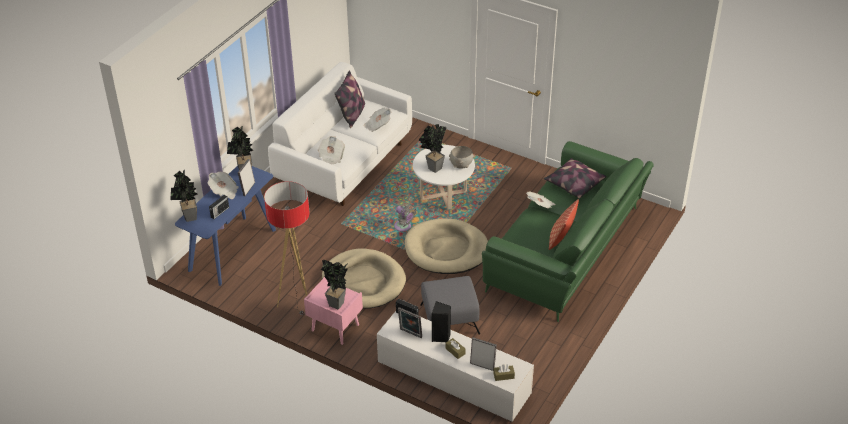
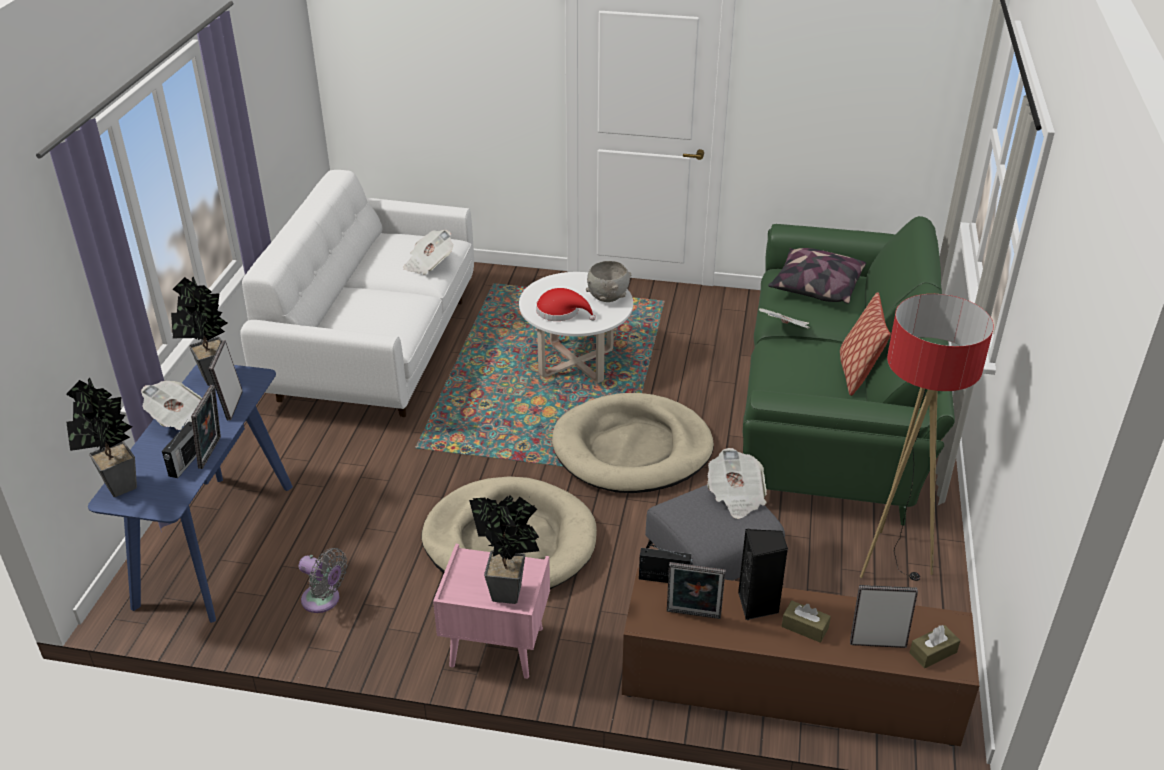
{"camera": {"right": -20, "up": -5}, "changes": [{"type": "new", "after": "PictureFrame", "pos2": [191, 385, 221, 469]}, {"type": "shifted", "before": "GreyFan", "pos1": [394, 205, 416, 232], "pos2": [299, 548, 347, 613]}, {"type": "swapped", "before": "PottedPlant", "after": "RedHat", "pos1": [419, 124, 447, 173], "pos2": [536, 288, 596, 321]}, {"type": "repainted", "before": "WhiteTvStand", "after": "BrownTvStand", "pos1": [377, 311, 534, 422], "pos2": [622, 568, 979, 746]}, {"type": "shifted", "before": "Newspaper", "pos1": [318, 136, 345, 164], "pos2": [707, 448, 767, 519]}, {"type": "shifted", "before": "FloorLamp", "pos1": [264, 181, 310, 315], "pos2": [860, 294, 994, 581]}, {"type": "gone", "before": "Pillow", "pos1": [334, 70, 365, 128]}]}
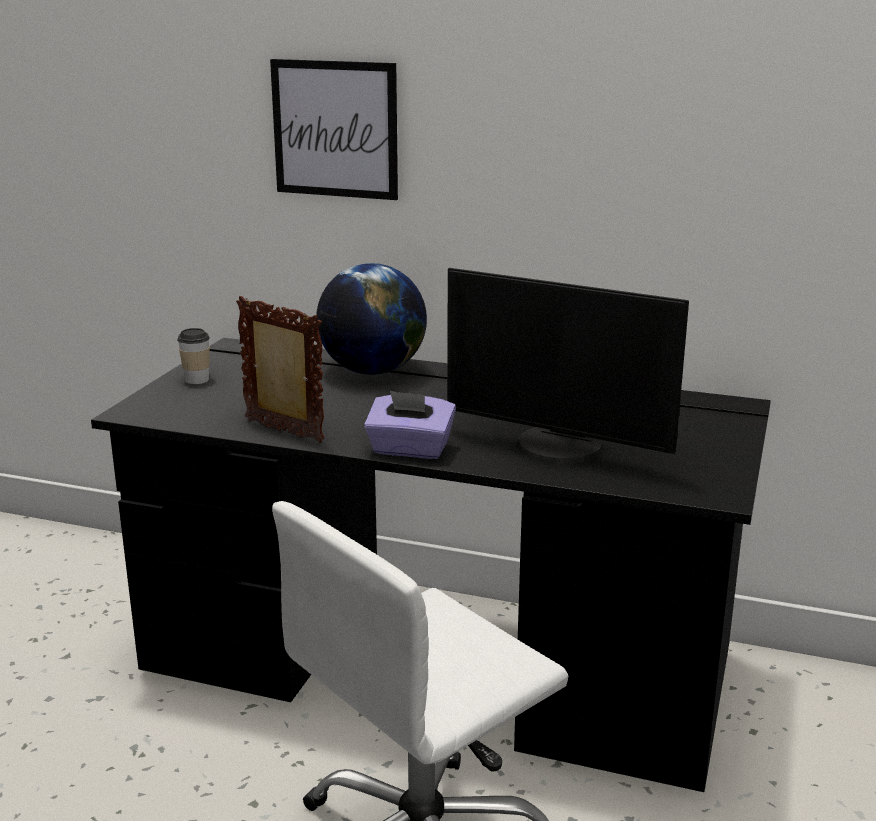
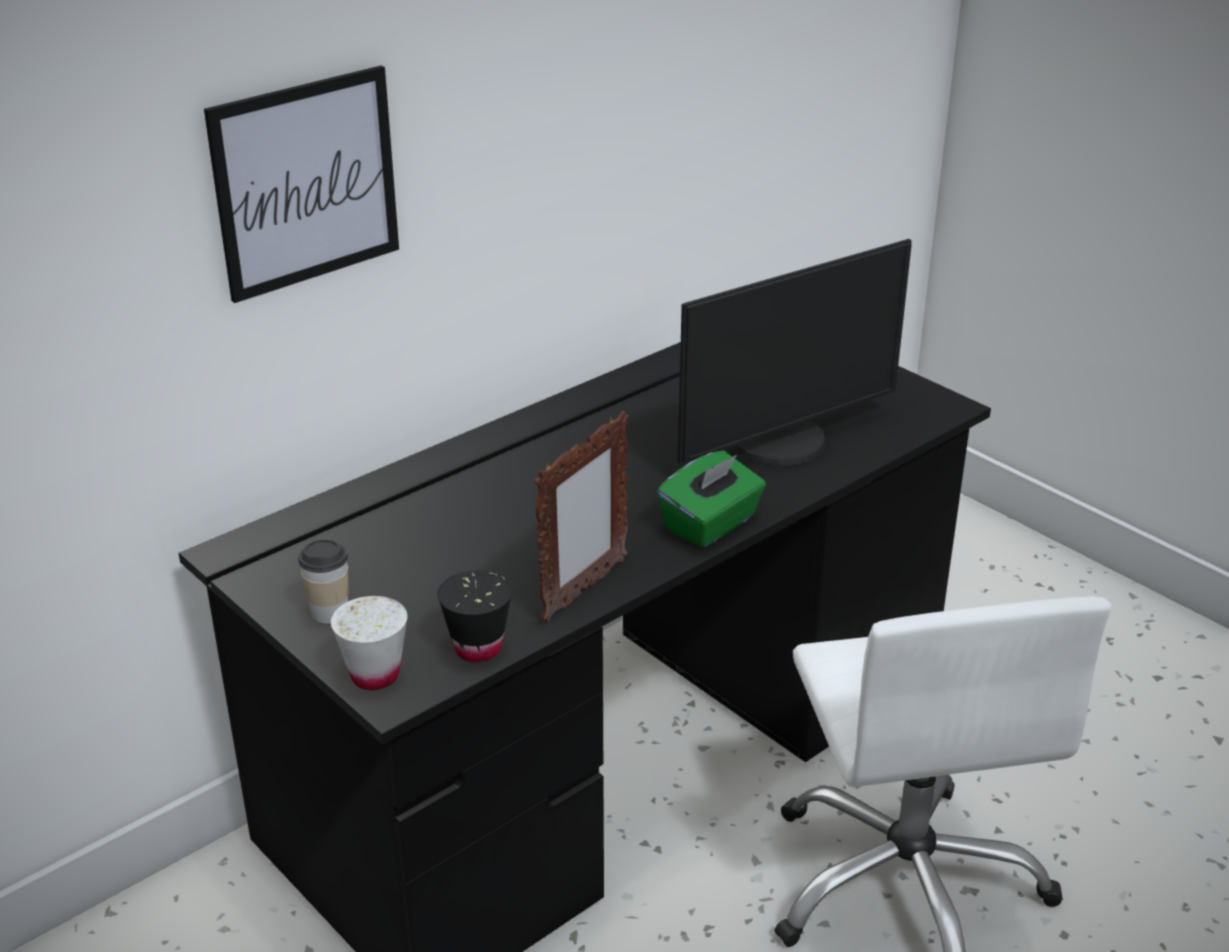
{"camera": {"right": -60, "up": 10}, "changes": [{"type": "new", "after": "WhiteCup", "pos2": [331, 596, 408, 690]}, {"type": "new", "after": "BlackCup", "pos2": [438, 570, 512, 662]}, {"type": "rotated", "before": "PictureFrame", "pos1": [236, 296, 324, 443], "pos2": [534, 411, 629, 622], "turn": 150}, {"type": "repainted", "before": "PurpleTissueBox", "after": "GreenTissueBox", "pos1": [364, 391, 456, 459], "pos2": [657, 451, 766, 548]}, {"type": "gone", "before": "Globe", "pos1": [316, 263, 427, 375]}]}
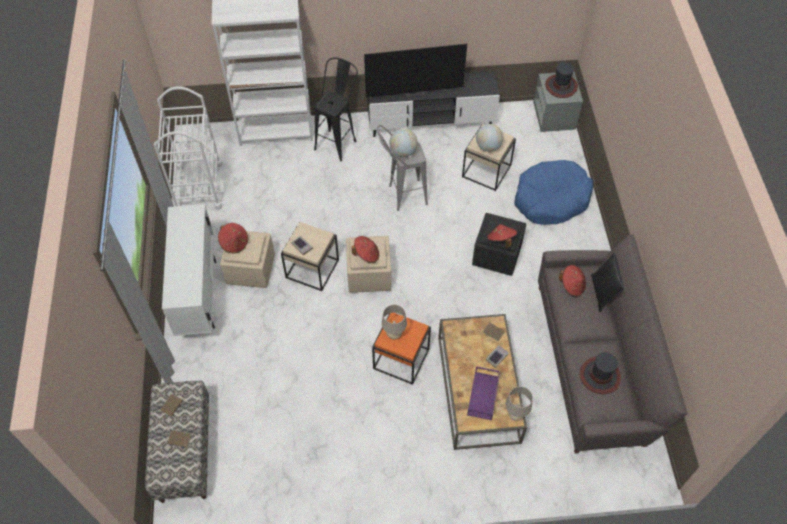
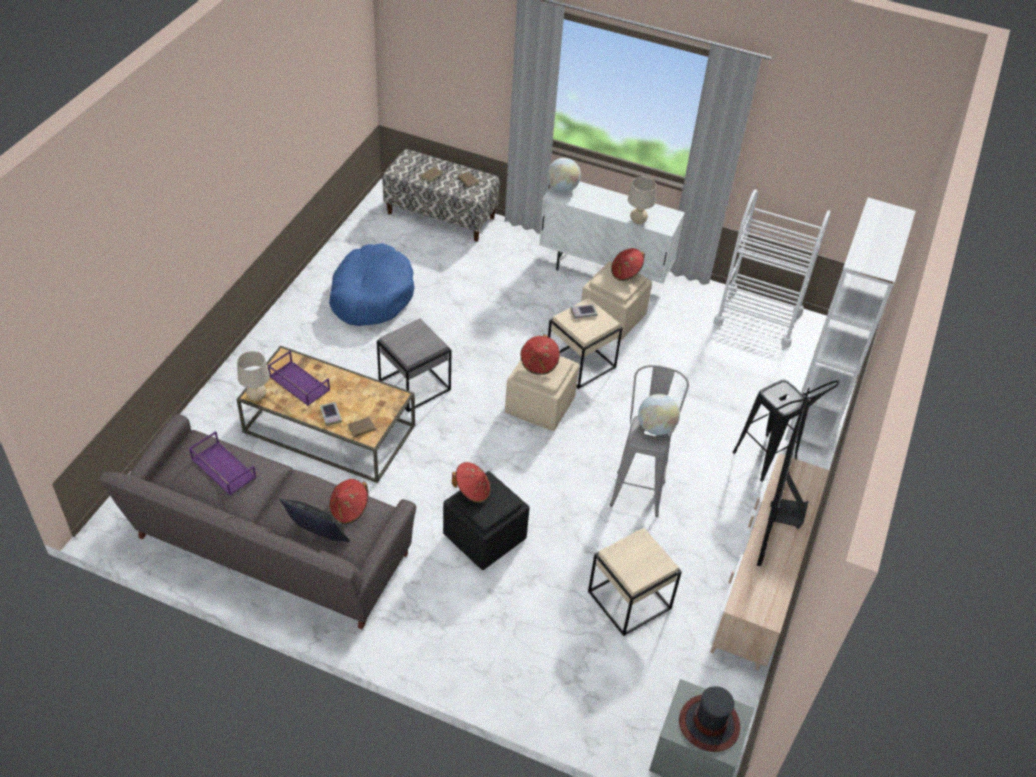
{"camera": {"right": 115, "up": -10}, "changes": [{"type": "swapped", "before": "Hat", "after": "PurpleTray", "pos1": [580, 352, 621, 394], "pos2": [189, 431, 257, 495]}, {"type": "shifted", "before": "BlueDogBed", "pos1": [514, 160, 593, 225], "pos2": [329, 243, 415, 326]}, {"type": "repainted", "before": "OrangeSideTable", "after": "GreySideTable", "pos1": [372, 313, 431, 385], "pos2": [377, 319, 451, 412]}, {"type": "shifted", "before": "Globe", "pos1": [476, 124, 504, 152], "pos2": [547, 158, 581, 192]}, {"type": "shifted", "before": "BeigeTableLamp", "pos1": [382, 305, 407, 339], "pos2": [628, 177, 656, 224]}, {"type": "repainted", "before": "BlackTvStand", "after": "BeigeTvStand", "pos1": [367, 71, 500, 137], "pos2": [710, 453, 829, 671]}]}
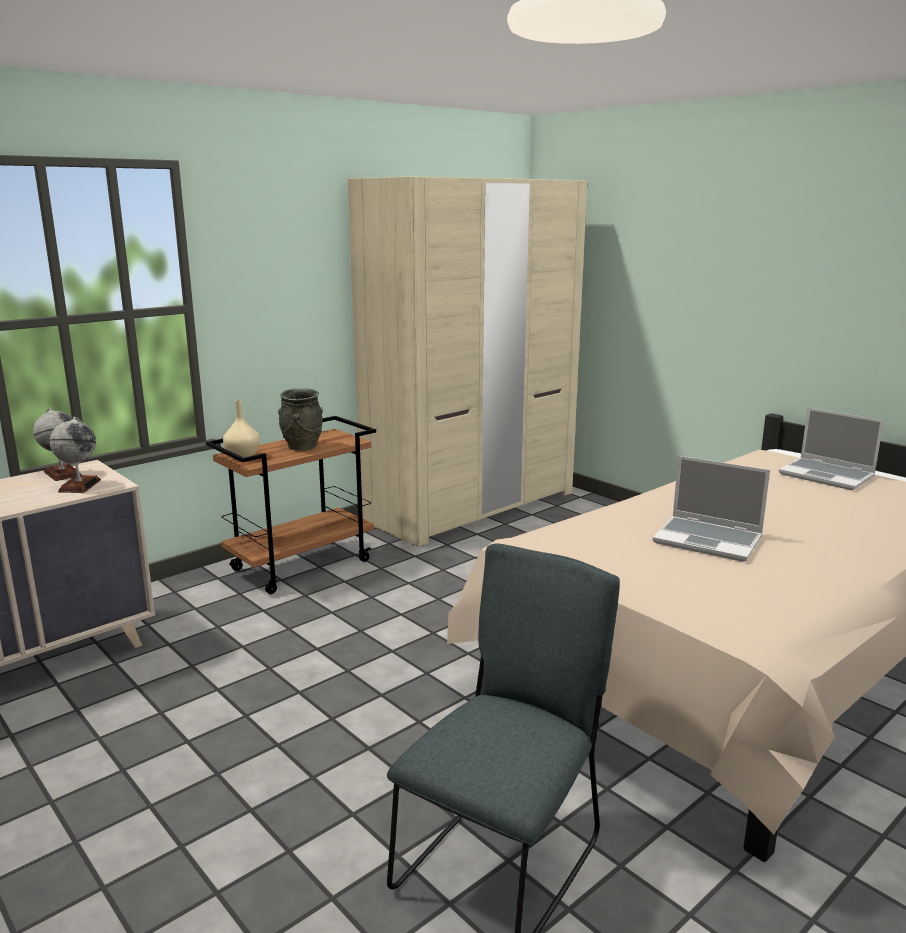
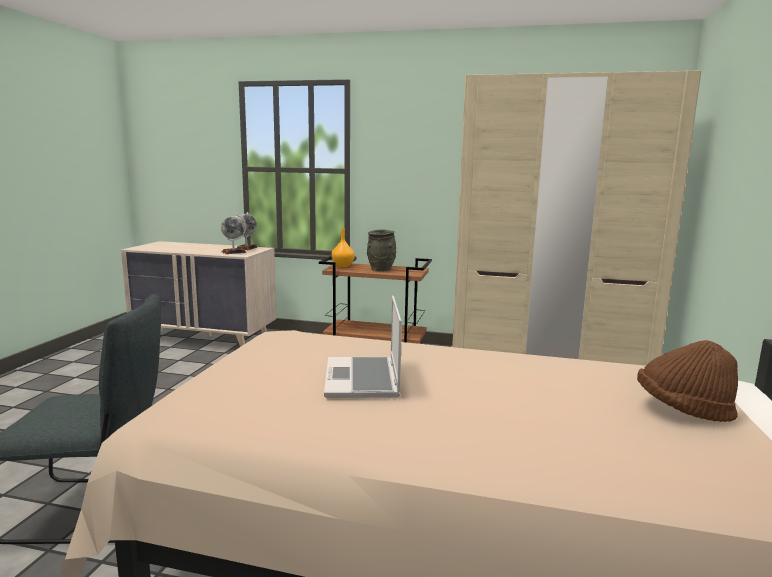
{"camera": {"right": 55, "up": -5}, "changes": [{"type": "repainted", "before": "BeigeVase", "after": "OrangeVase", "pos1": [223, 400, 260, 457], "pos2": [331, 228, 355, 267]}, {"type": "swapped", "before": "Laptop", "after": "BrownHat", "pos1": [779, 407, 884, 490], "pos2": [637, 340, 738, 422]}]}
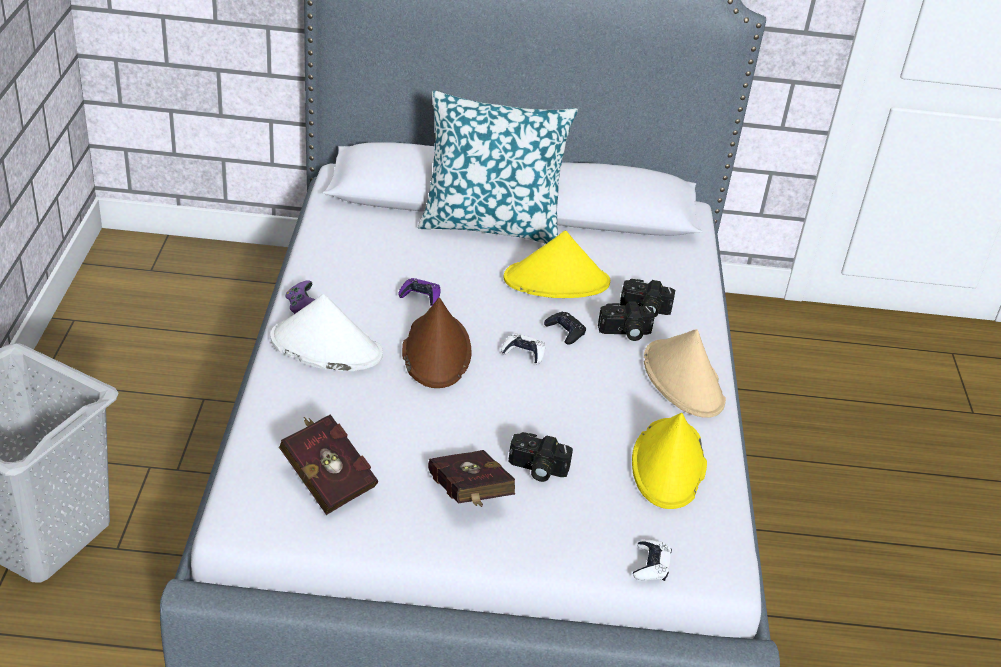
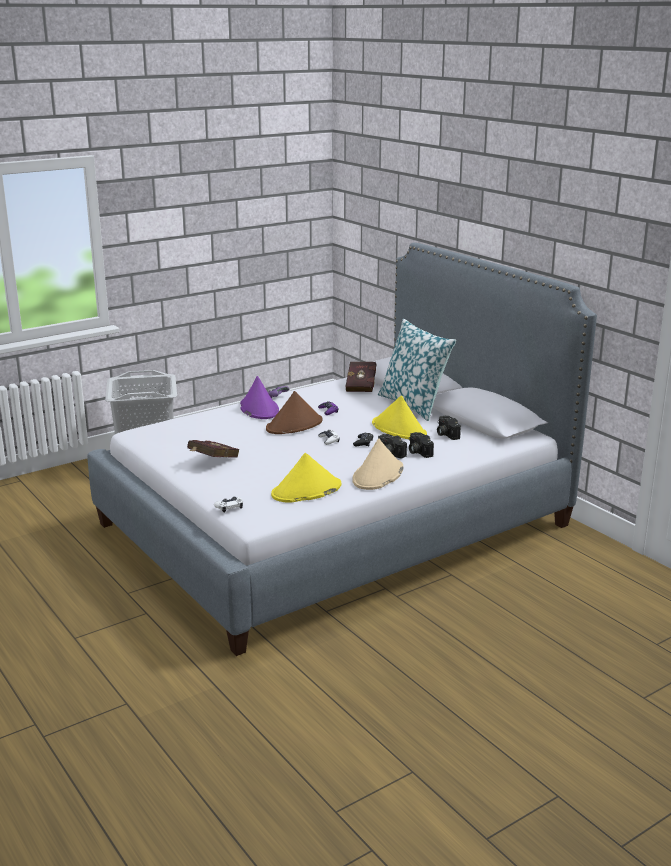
{"camera": {"right": 55, "up": -15}, "changes": [{"type": "repainted", "before": "WhiteHat", "after": "PurpleHat", "pos1": [270, 294, 383, 371], "pos2": [240, 376, 279, 419]}, {"type": "shifted", "before": "RedBook", "pos1": [279, 414, 378, 515], "pos2": [345, 362, 377, 392]}, {"type": "shifted", "before": "PhotoCamera", "pos1": [508, 432, 573, 482], "pos2": [437, 416, 461, 440]}]}
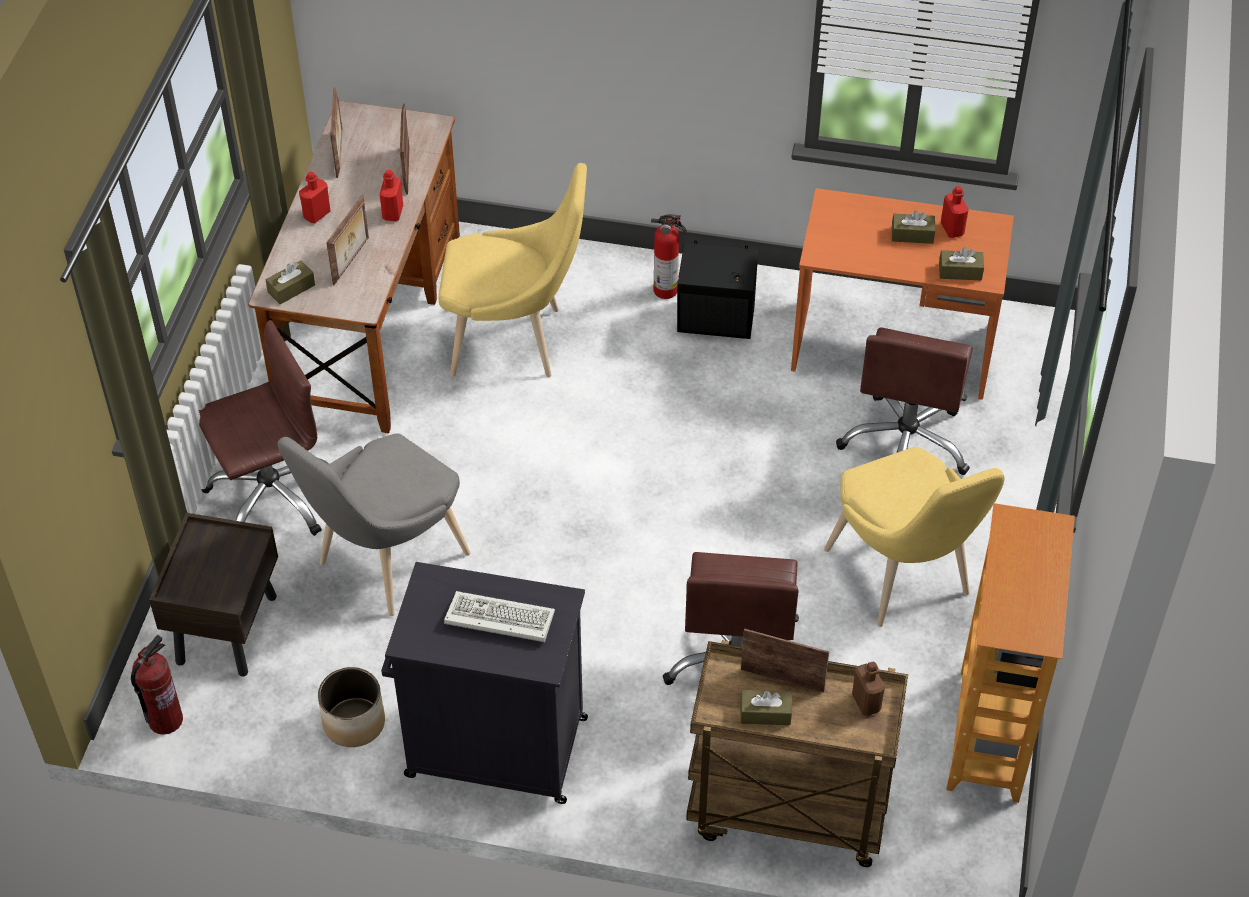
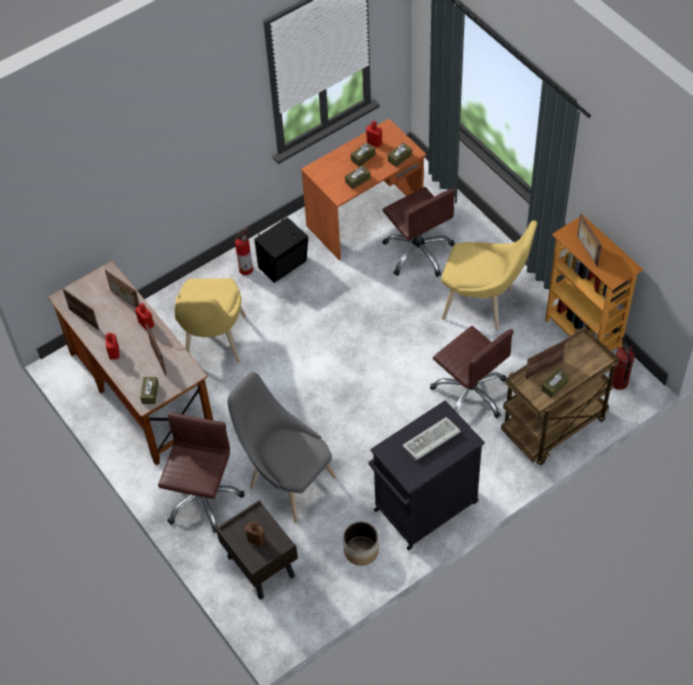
{"camera": {"right": -45, "up": 5}, "changes": [{"type": "rotated", "before": "YellowChair", "pos1": [438, 163, 587, 377], "pos2": [175, 278, 246, 363], "turn": 135}, {"type": "rotated", "before": "GreyChair", "pos1": [277, 433, 471, 616], "pos2": [227, 372, 336, 523], "turn": 135}, {"type": "shifted", "before": "BrownBottle", "pos1": [852, 662, 885, 716], "pos2": [245, 521, 265, 546]}, {"type": "new", "after": "BrownTissueBox", "pos2": [345, 165, 371, 189]}, {"type": "new", "after": "PictureFrame", "pos2": [577, 214, 602, 267]}, {"type": "shifted", "before": "FireExtinguisher", "pos1": [131, 635, 183, 735], "pos2": [612, 337, 635, 390]}]}
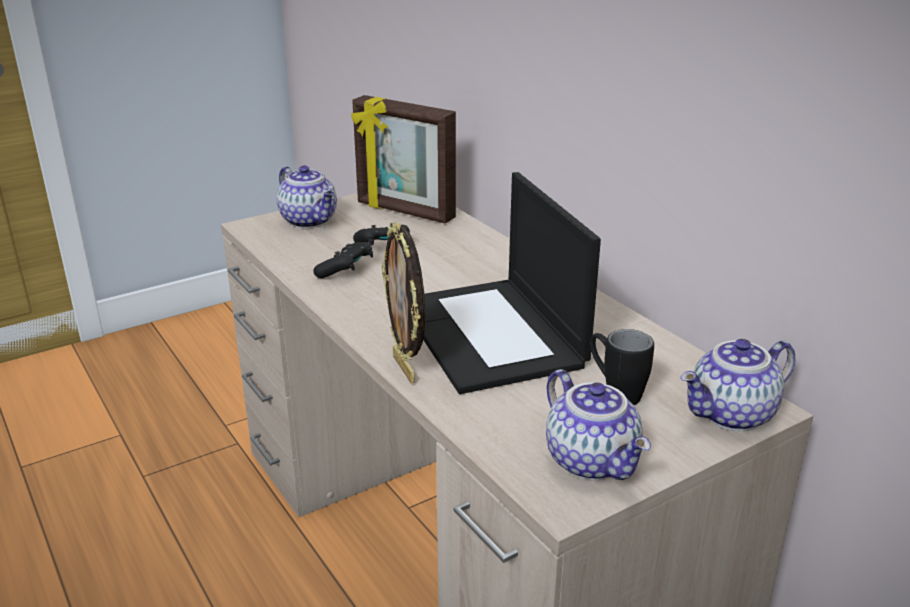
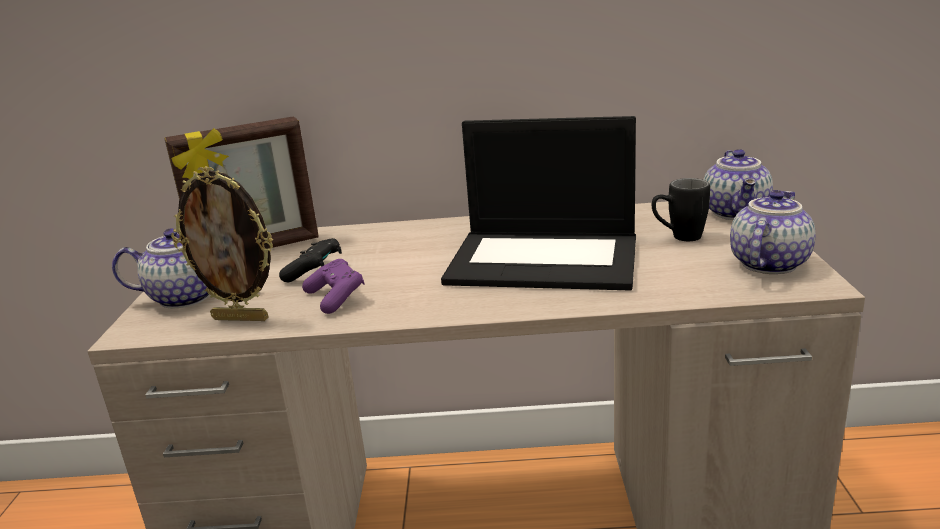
{"camera": {"right": -55, "up": -5}, "changes": [{"type": "shifted", "before": "PictureFrame", "pos1": [382, 222, 425, 383], "pos2": [171, 166, 273, 321]}, {"type": "repainted", "before": "BlackGameController", "after": "PurpleGameController", "pos1": [314, 242, 373, 278], "pos2": [302, 259, 365, 314]}, {"type": "rotated", "before": "Teapot", "pos1": [546, 369, 651, 481], "pos2": [730, 190, 816, 274], "turn": -60}]}
